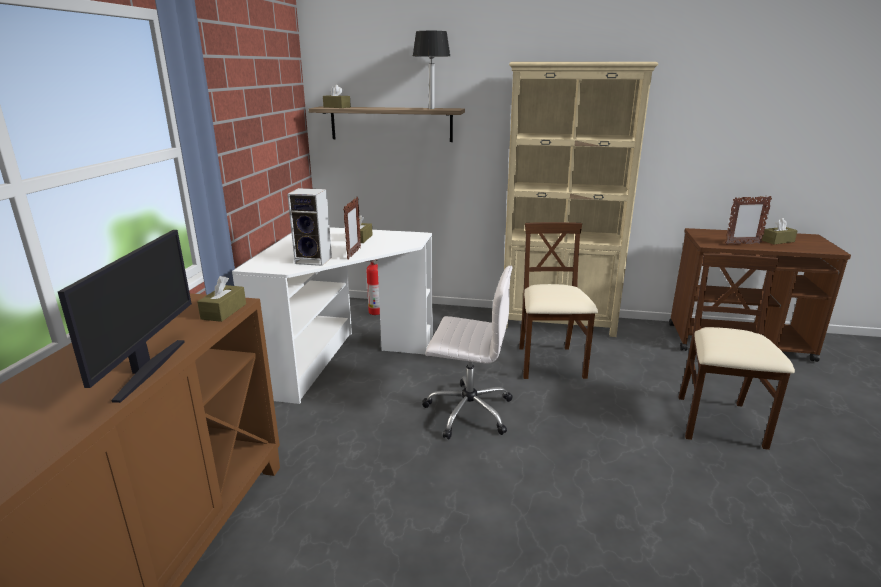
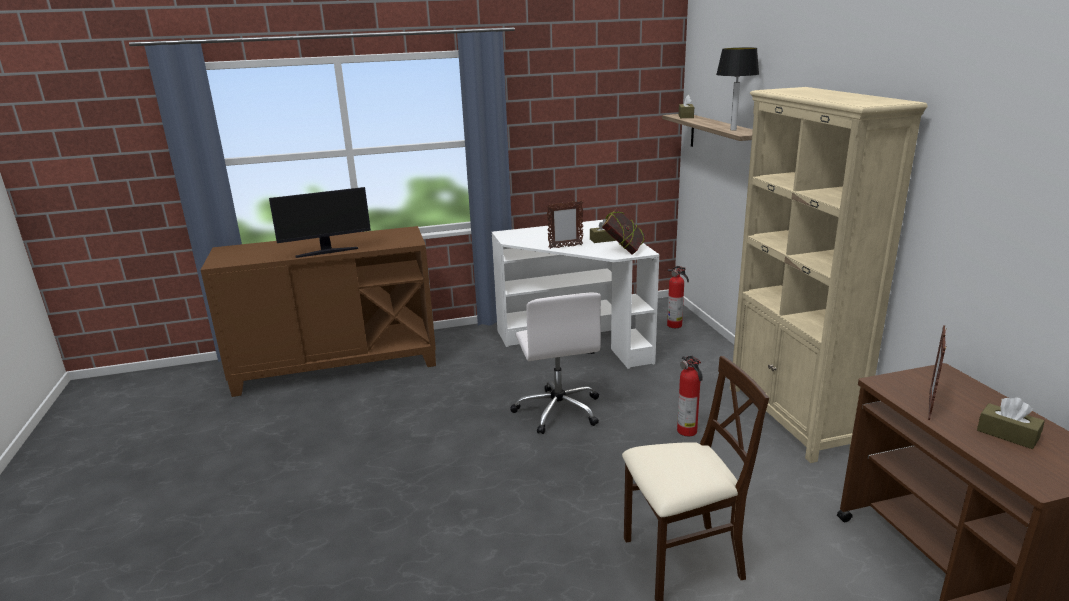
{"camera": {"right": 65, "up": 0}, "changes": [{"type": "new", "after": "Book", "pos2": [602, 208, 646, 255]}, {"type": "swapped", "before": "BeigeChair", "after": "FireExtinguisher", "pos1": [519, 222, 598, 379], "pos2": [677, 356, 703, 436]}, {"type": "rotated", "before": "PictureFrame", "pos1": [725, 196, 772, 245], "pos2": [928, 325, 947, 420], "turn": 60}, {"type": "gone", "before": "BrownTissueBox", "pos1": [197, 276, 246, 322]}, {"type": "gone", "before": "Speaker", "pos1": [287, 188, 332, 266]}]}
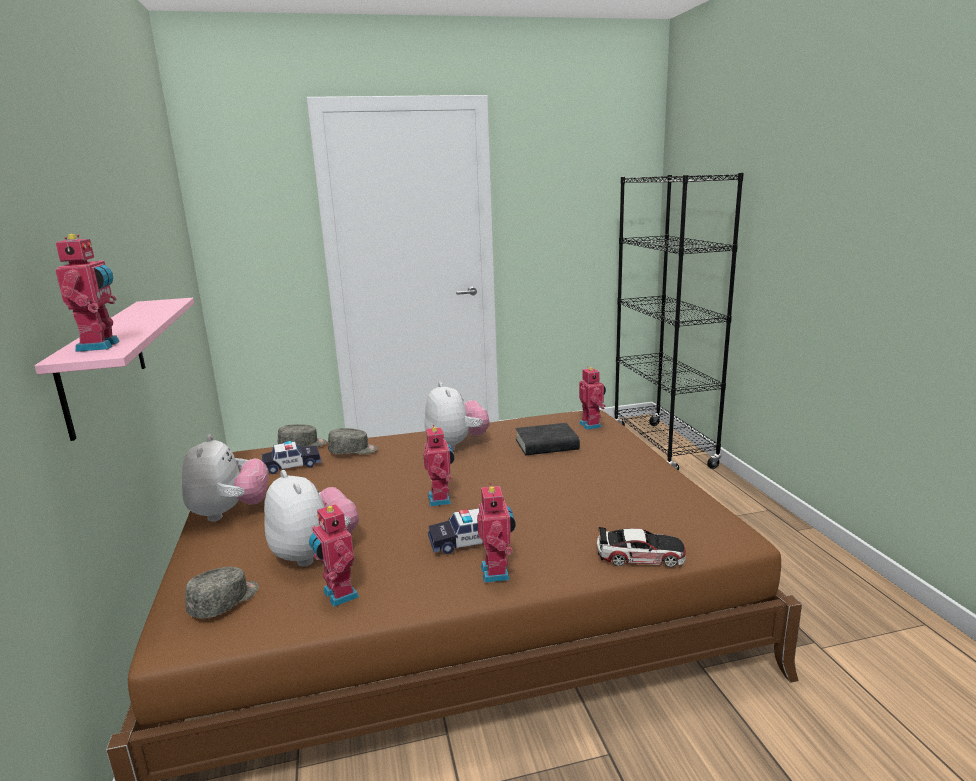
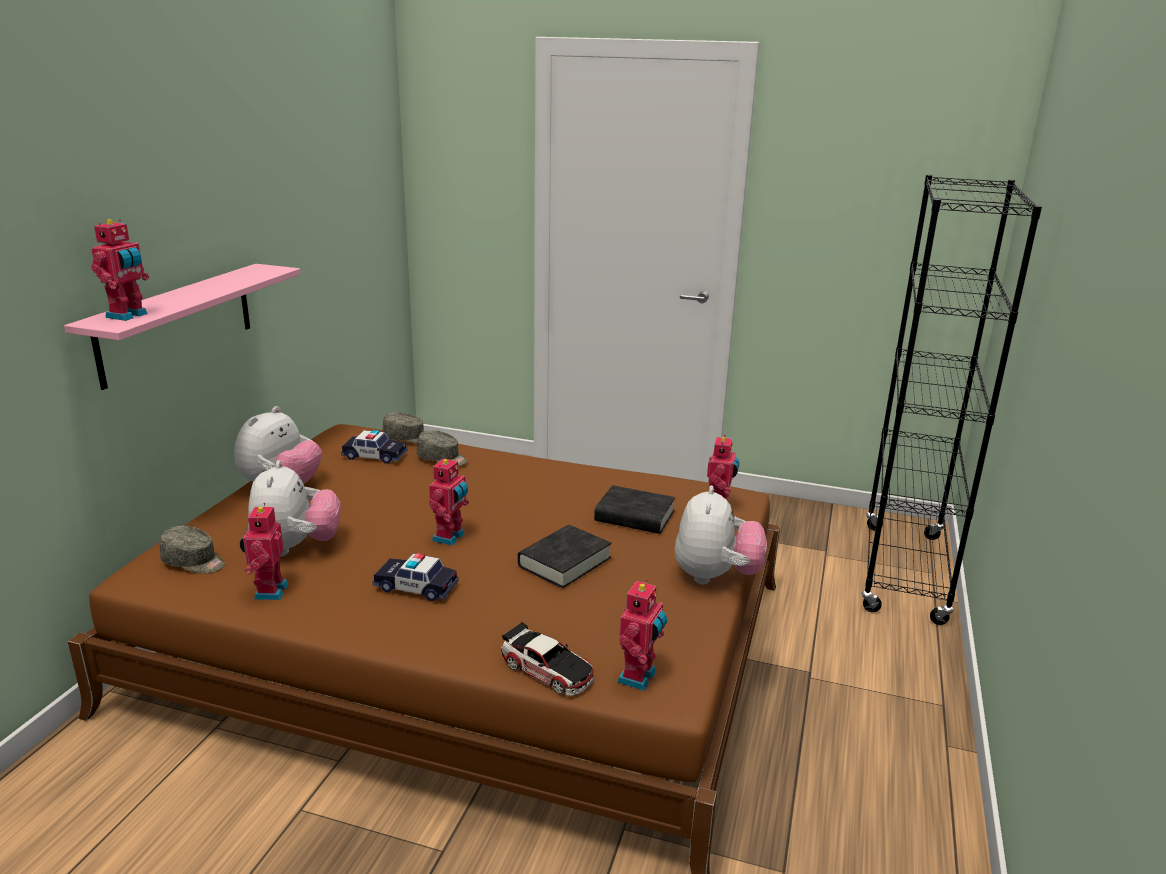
{"camera": {"right": 30, "up": 5}, "changes": [{"type": "rotated", "before": "GreyCap", "pos1": [185, 567, 259, 618], "pos2": [160, 526, 225, 574], "turn": 45}, {"type": "new", "after": "BlackBook", "pos2": [517, 525, 611, 588]}, {"type": "shifted", "before": "ToyRobot", "pos1": [477, 483, 516, 583], "pos2": [617, 579, 667, 691]}, {"type": "shifted", "before": "PlushToy", "pos1": [424, 382, 490, 450], "pos2": [675, 486, 767, 584]}]}
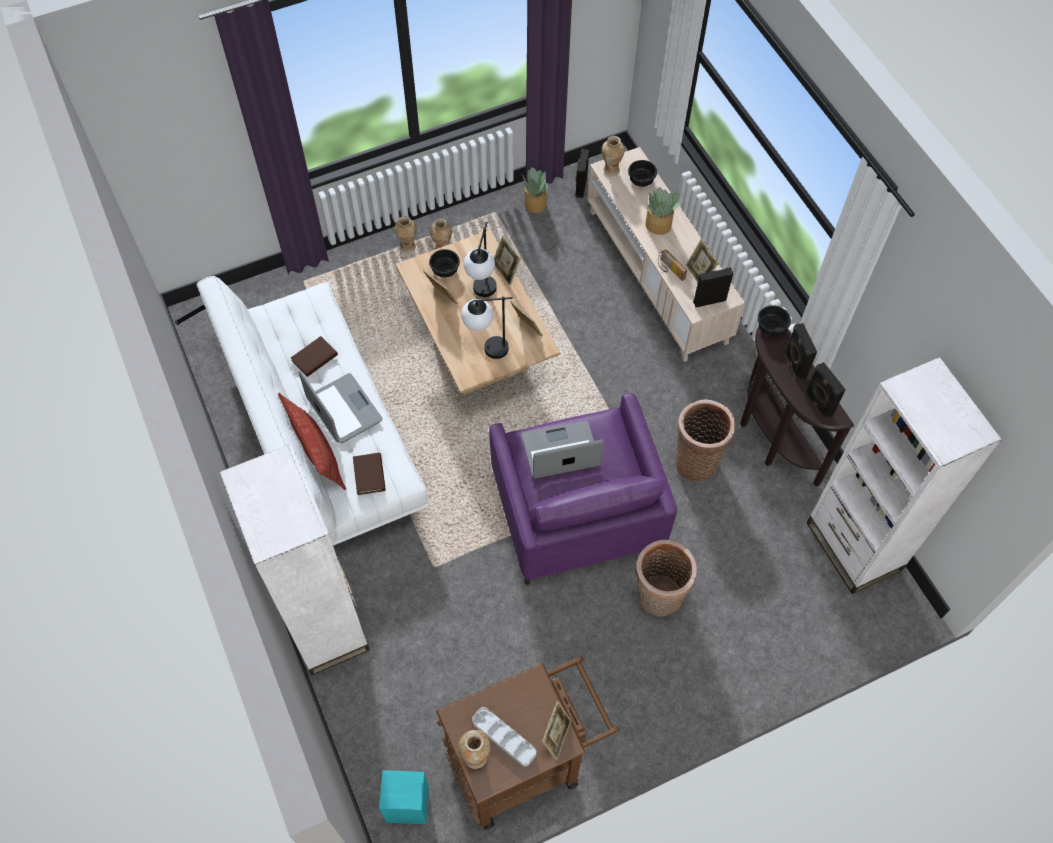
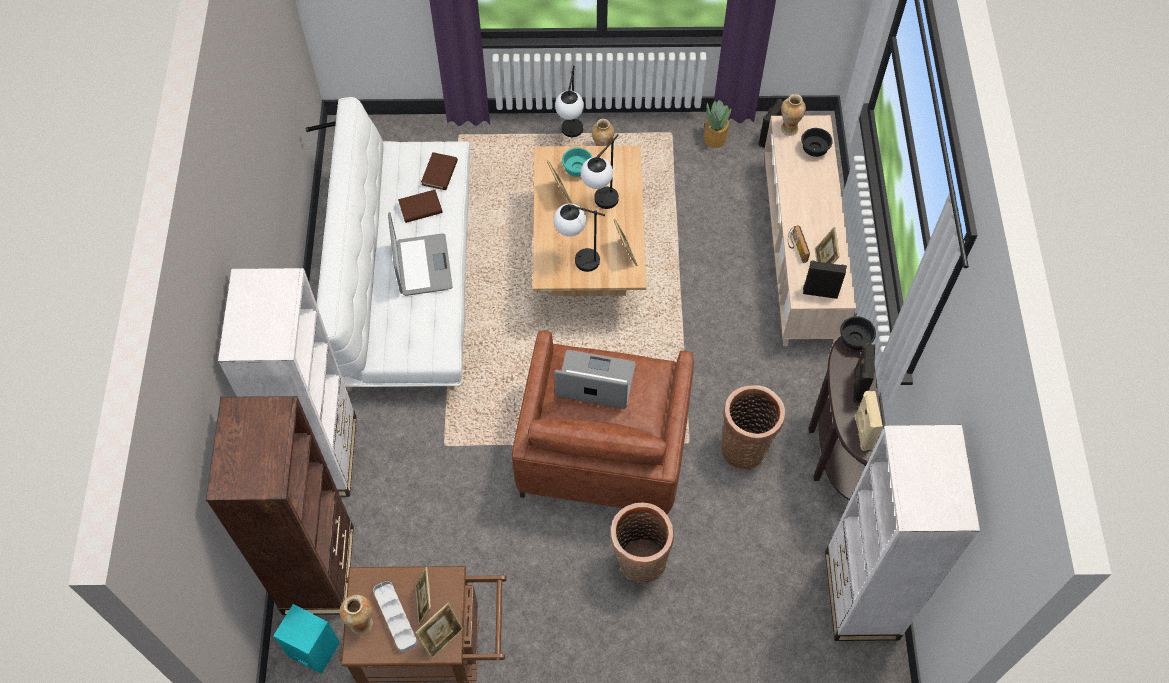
{"camera": {"right": 25, "up": 0}, "changes": [{"type": "new", "after": "BrownBookcase", "pos2": [206, 396, 354, 615]}, {"type": "shifted", "before": "PictureFrame", "pos1": [494, 235, 521, 286], "pos2": [415, 567, 431, 625]}, {"type": "shifted", "before": "BrownBook", "pos1": [353, 453, 386, 495], "pos2": [421, 152, 458, 190]}, {"type": "repainted", "before": "PurpleArmchair", "after": "BrownArmchair", "pos1": [489, 393, 677, 585], "pos2": [512, 330, 694, 514]}, {"type": "swapped", "before": "Vase", "after": "TableLamp", "pos1": [394, 216, 417, 253], "pos2": [555, 66, 584, 137]}, {"type": "repainted", "before": "BlackBowl", "after": "TurquoiseBowl", "pos1": [429, 249, 460, 278], "pos2": [562, 148, 592, 177]}, {"type": "repainted", "before": "BlackSpeaker", "after": "BeigeSpeaker", "pos1": [805, 362, 846, 419], "pos2": [854, 391, 883, 451]}, {"type": "gone", "before": "Pillow", "pos1": [278, 393, 346, 490]}, {"type": "gone", "before": "PottedPlant", "pos1": [645, 187, 680, 235]}]}
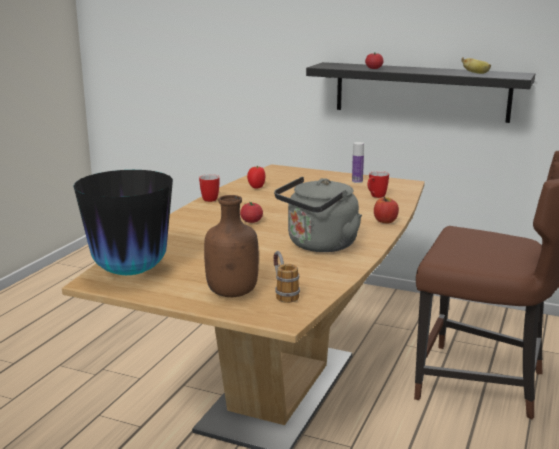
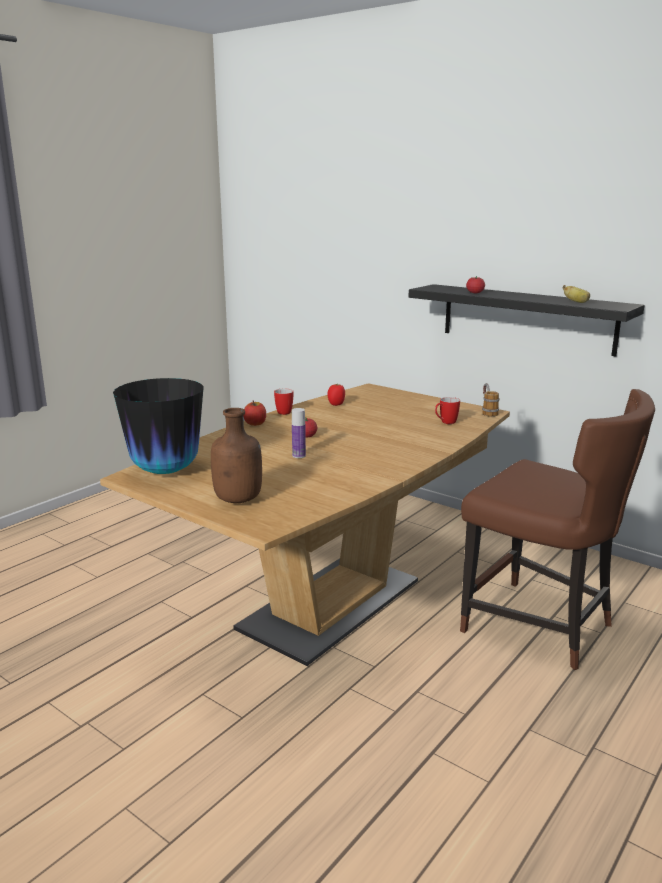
{"camera": {"right": 15, "up": 0}, "changes": [{"type": "shifted", "before": "Apple", "pos1": [374, 196, 399, 223], "pos2": [243, 400, 266, 426]}, {"type": "shifted", "before": "Bottle", "pos1": [352, 142, 364, 183], "pos2": [292, 408, 306, 458]}, {"type": "shifted", "before": "Mug", "pos1": [273, 251, 300, 303], "pos2": [482, 383, 499, 417]}, {"type": "gone", "before": "GreyKettle", "pos1": [274, 177, 362, 252]}]}
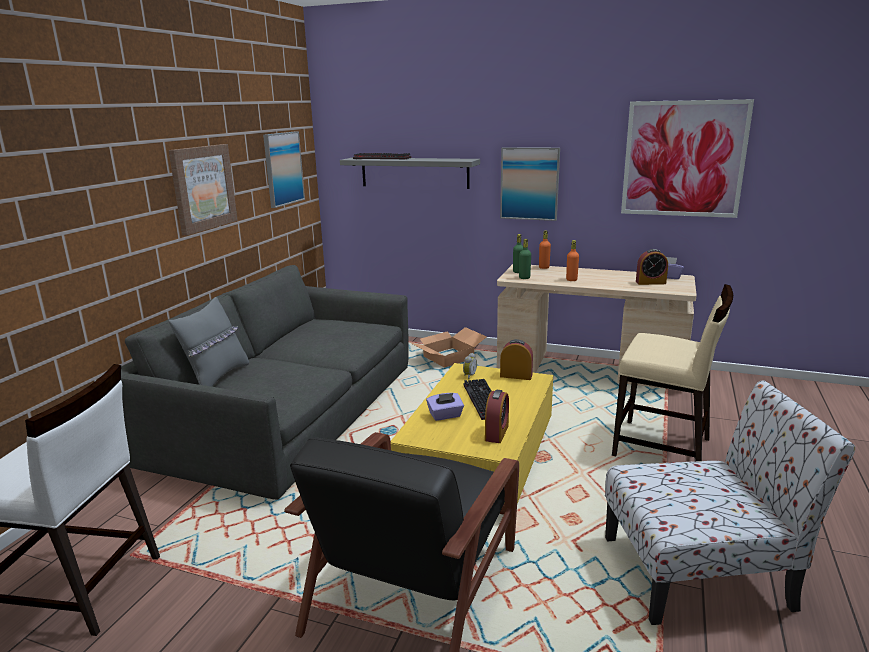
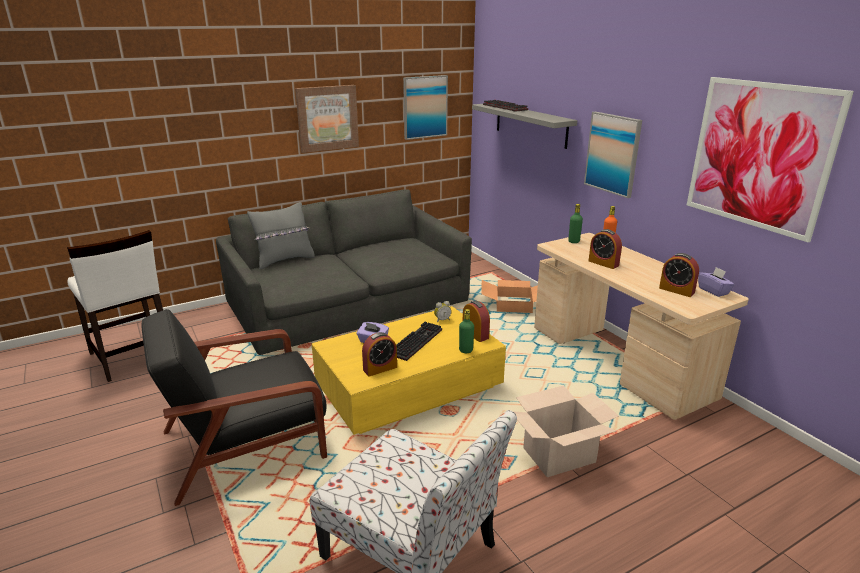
{"camera": {"right": 40, "up": 5}, "changes": [{"type": "shifted", "before": "GreenBottle", "pos1": [519, 239, 531, 279], "pos2": [459, 309, 474, 353]}, {"type": "swapped", "before": "BeigeChair", "after": "CardboardBox", "pos1": [612, 284, 733, 461], "pos2": [513, 385, 619, 477]}, {"type": "swapped", "before": "OrangeBottle", "after": "AlarmClock", "pos1": [566, 240, 579, 281], "pos2": [588, 229, 622, 269]}]}
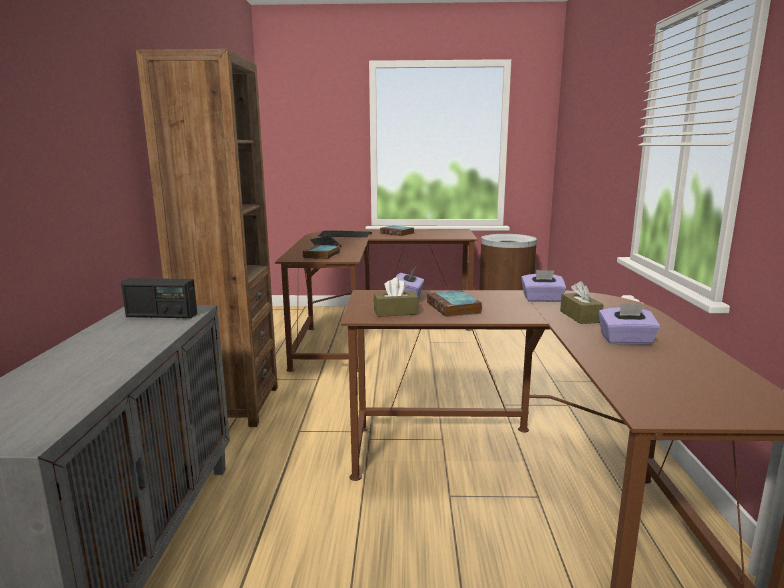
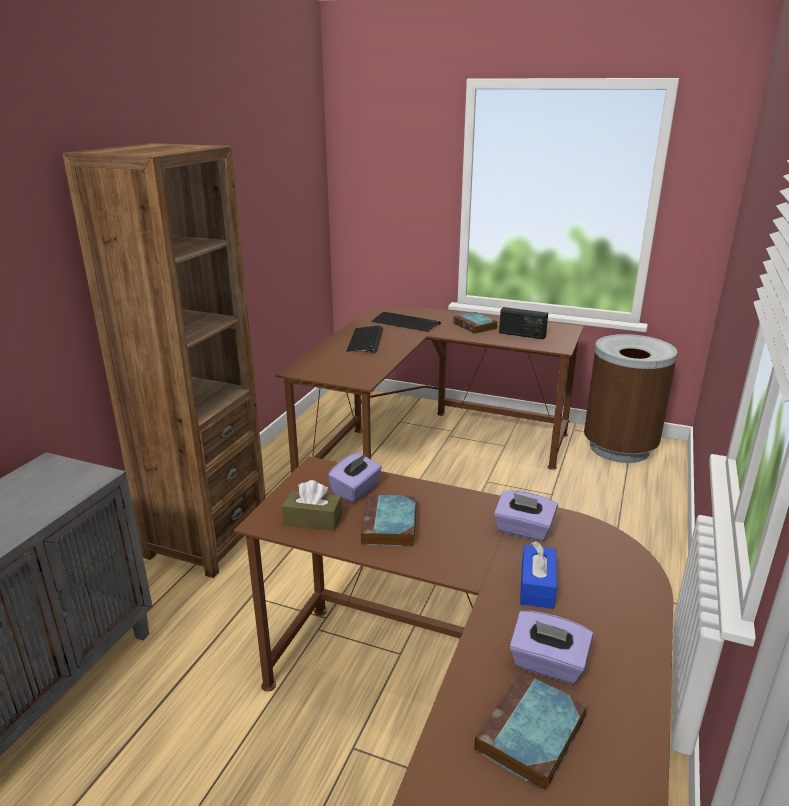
{"camera": {"right": 20, "up": 10}, "changes": [{"type": "shifted", "before": "Book", "pos1": [303, 245, 340, 259], "pos2": [475, 671, 587, 792]}, {"type": "shifted", "before": "Radio", "pos1": [121, 278, 197, 318], "pos2": [499, 307, 548, 340]}, {"type": "repainted", "before": "BrownTissueBox", "after": "BlueTissueBox", "pos1": [560, 281, 604, 324], "pos2": [520, 541, 557, 609]}]}
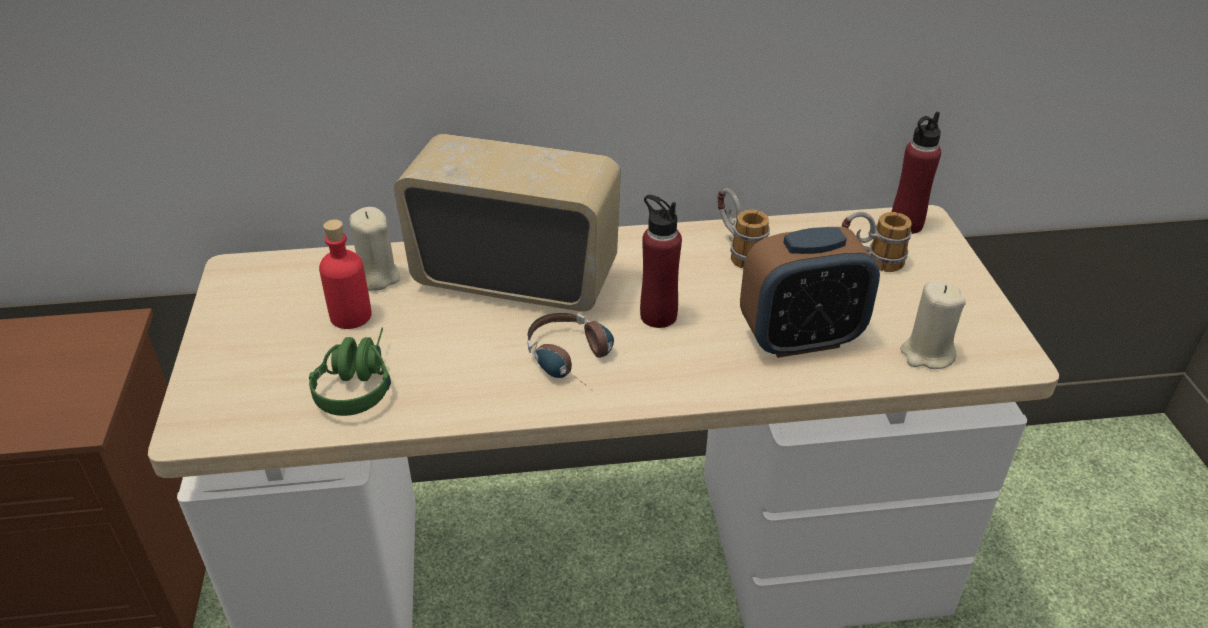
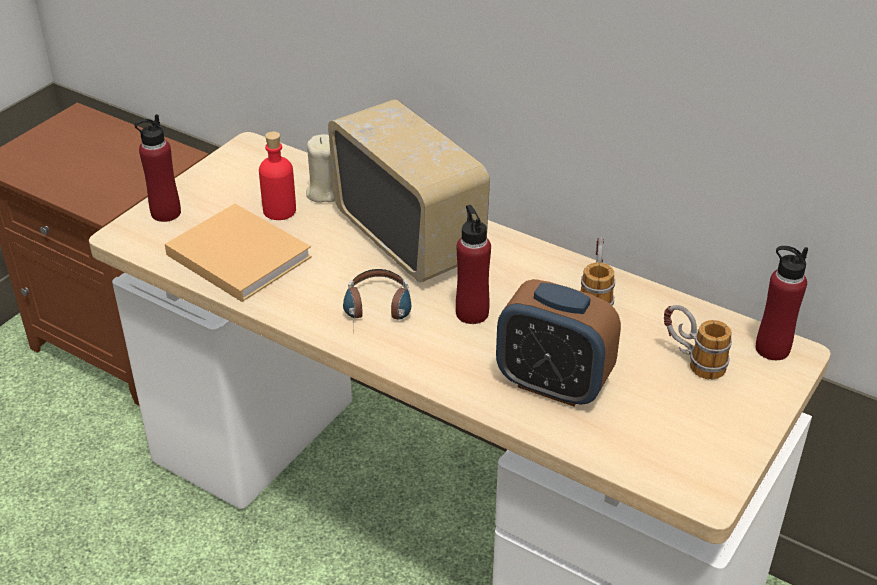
{"camera": {"right": 40, "up": 0}, "changes": [{"type": "new", "after": "RedBottle", "pos2": [135, 114, 181, 222]}, {"type": "swapped", "before": "GreenHeadphones", "after": "BeigeBook", "pos1": [309, 327, 391, 416], "pos2": [165, 204, 312, 302]}, {"type": "gone", "before": "BeigeCandle", "pos1": [900, 281, 966, 369]}]}
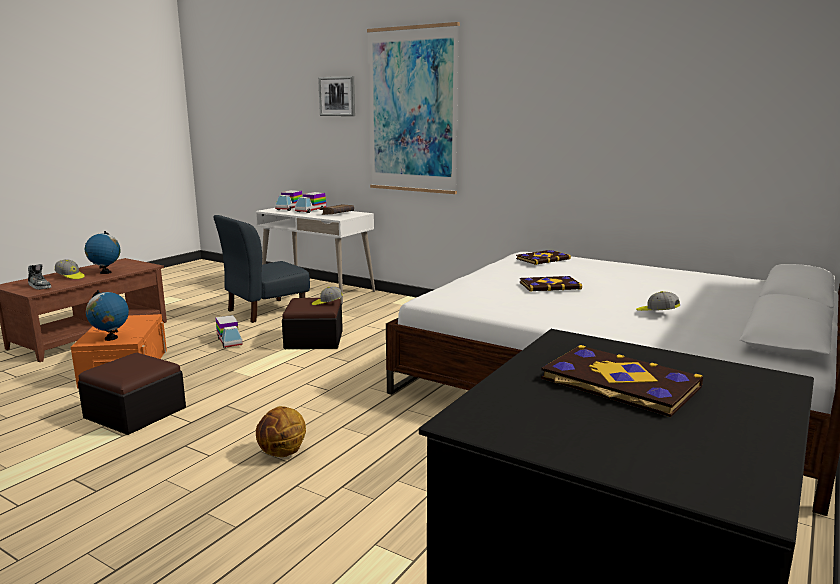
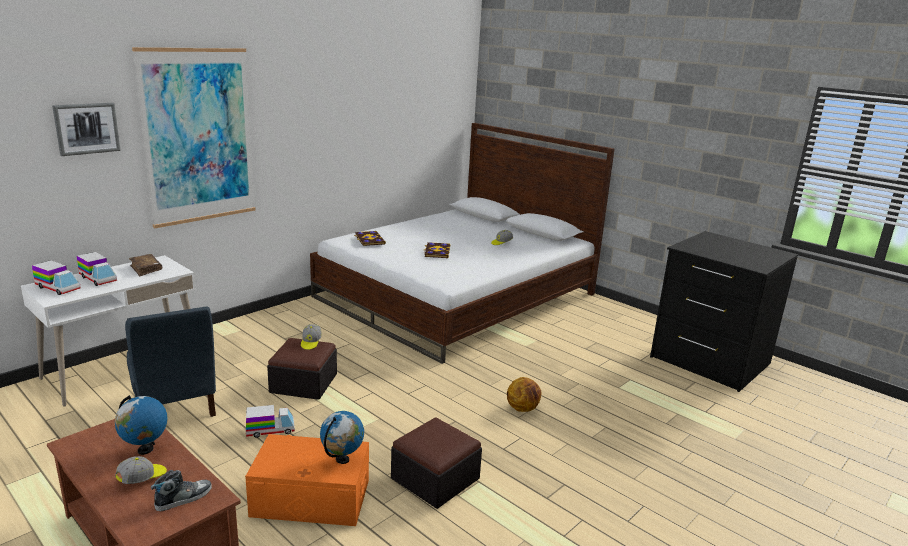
{"camera": {"right": -80, "up": 5}, "changes": [{"type": "gone", "before": "Book", "pos1": [541, 345, 703, 417]}]}
